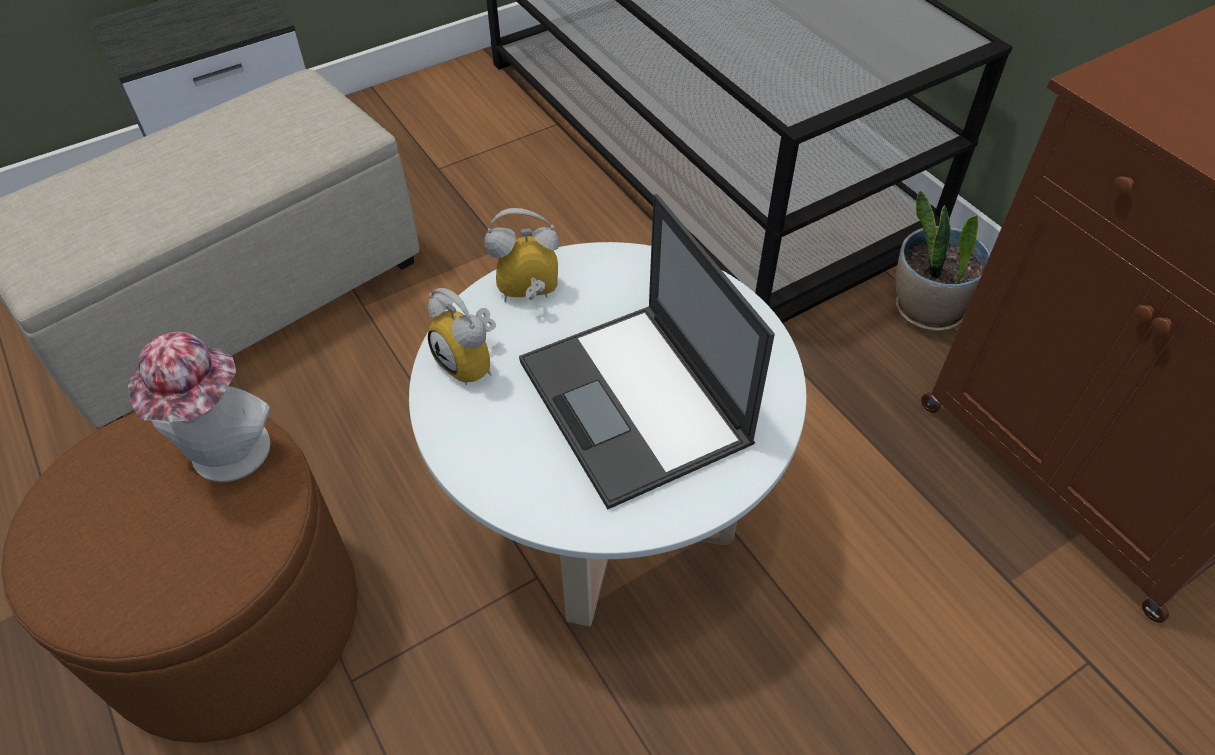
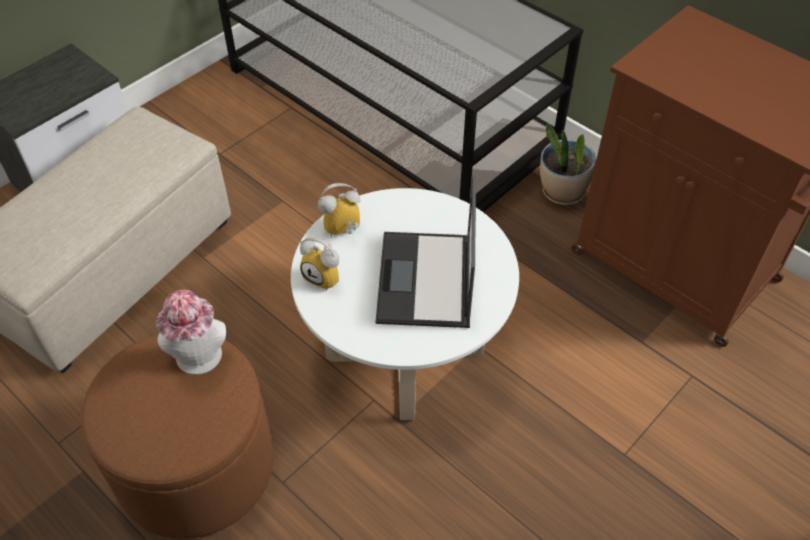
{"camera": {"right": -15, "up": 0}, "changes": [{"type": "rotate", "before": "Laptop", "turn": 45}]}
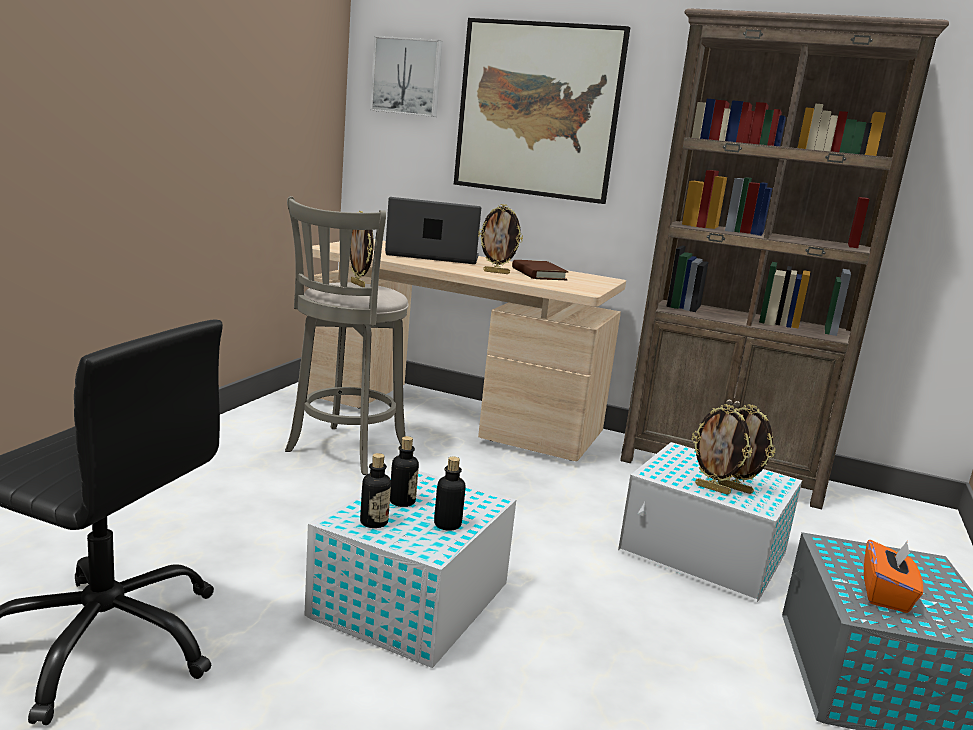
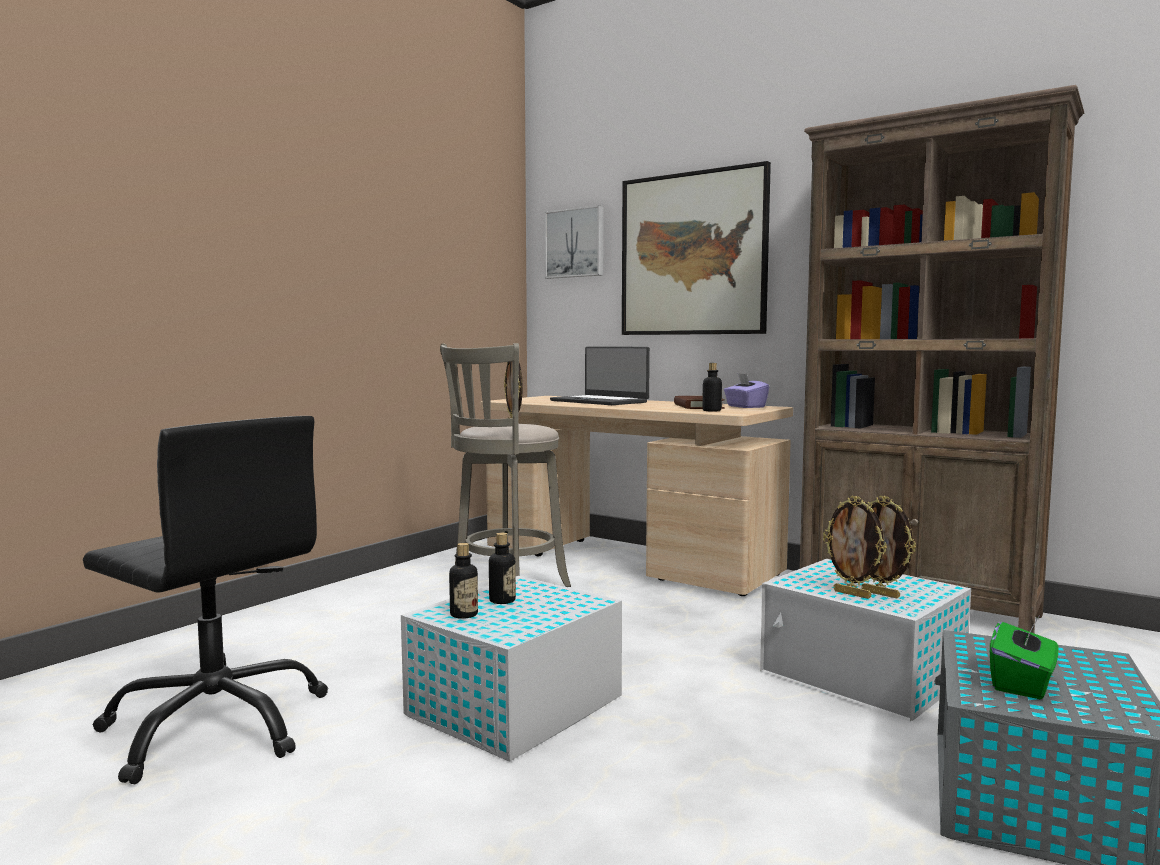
{"camera": {"right": 15, "up": -10}, "changes": [{"type": "rotate", "before": "Laptop", "turn": -150}, {"type": "delete", "before": "Bilderrahmen (2nd from left)"}, {"type": "move", "before": "Flasche (3rd from left)"}, {"type": "recolor", "before": "Taschentuchbox [orange]", "after": "Taschentuchbox [grün]"}, {"type": "insert", "after": "Taschentuchbox [lila]"}]}
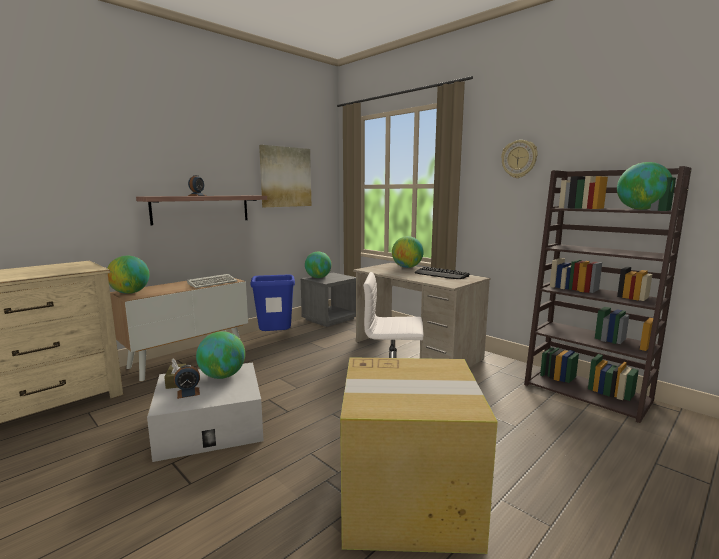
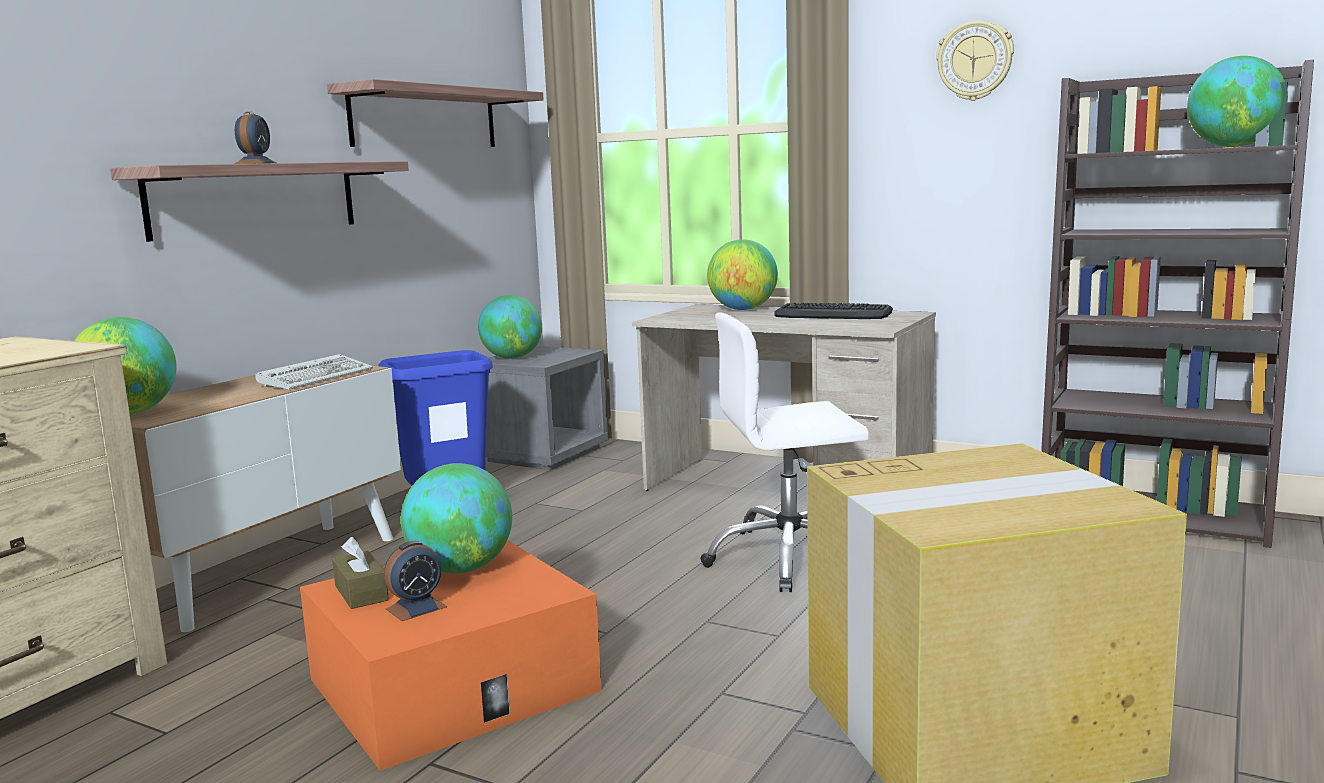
{"camera": {"right": -15, "up": 0}, "changes": [{"type": "replace", "before": "Bild", "after": "Wandregal (2nd from left)"}, {"type": "recolor", "before": "Aufbewahrungsbox [weiß]", "after": "Aufbewahrungsbox [orange]"}]}
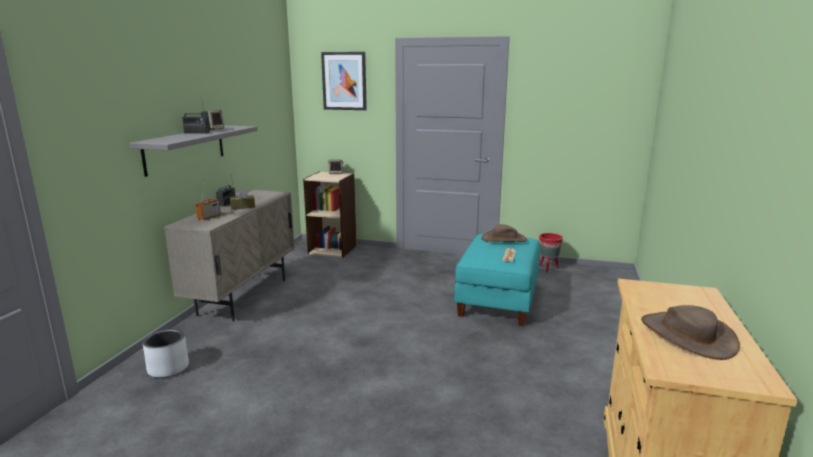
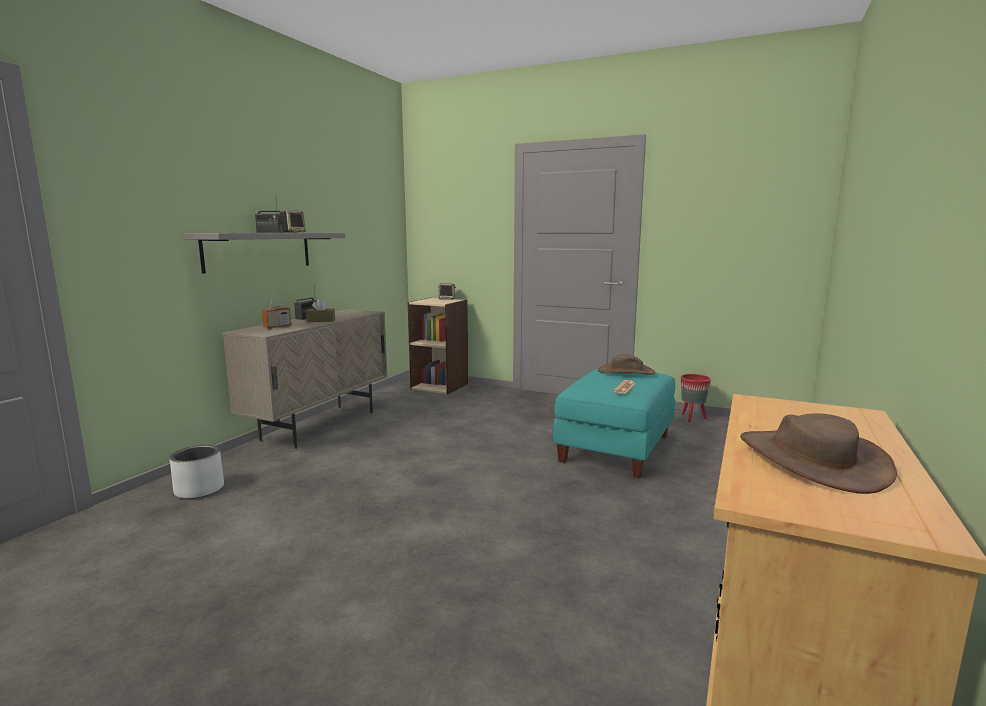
{"camera": {"right": 10, "up": -5}, "changes": [{"type": "delete", "before": "Bild"}]}
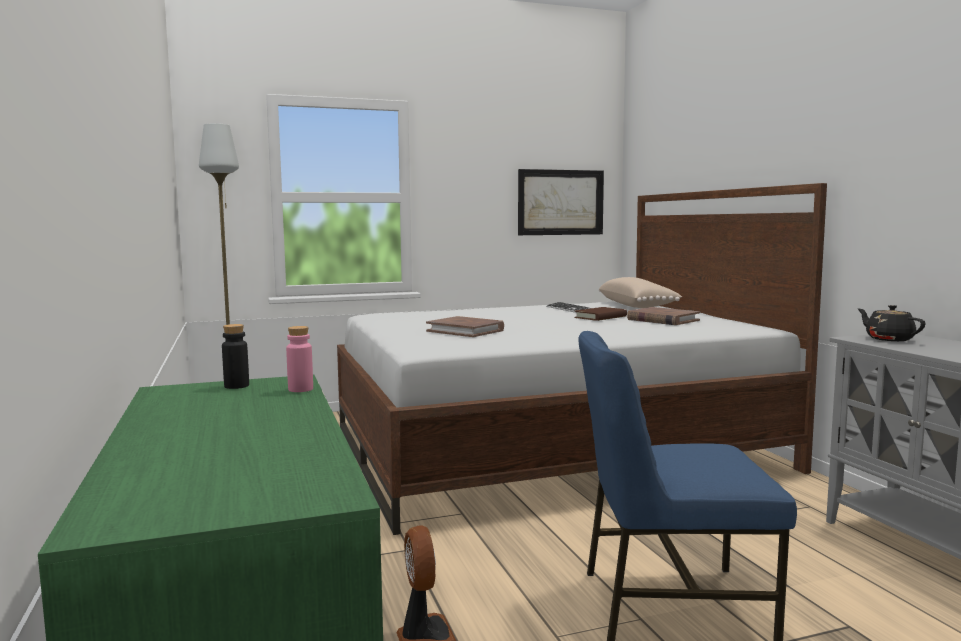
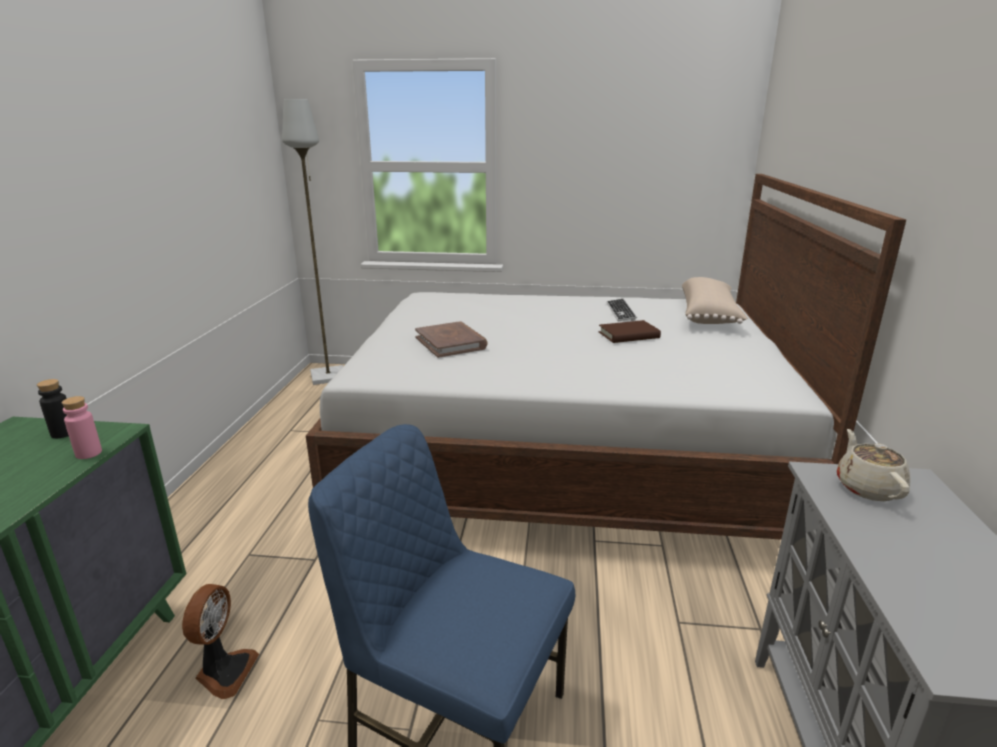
{"camera": {"right": 25, "up": 15}, "changes": [{"type": "delete", "before": "Bild"}, {"type": "recolor", "before": "Teekanne [schwarz]", "after": "Teekanne [beige]"}, {"type": "delete", "before": "Buch [braun] (3rd from left)"}]}
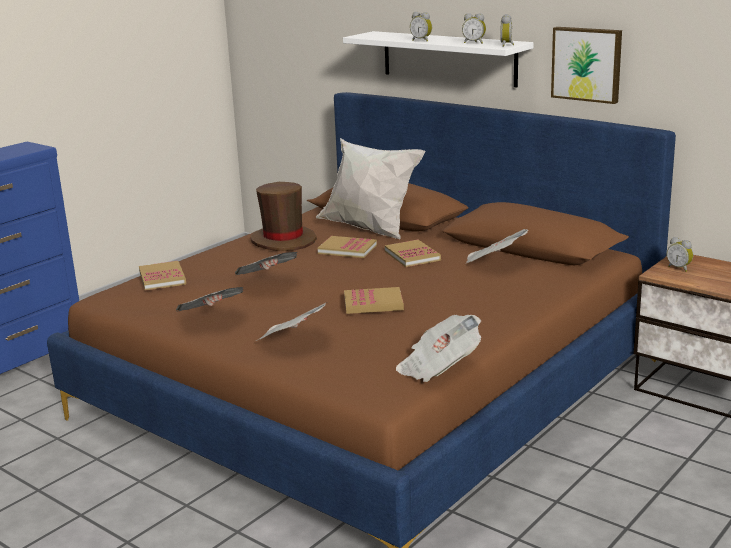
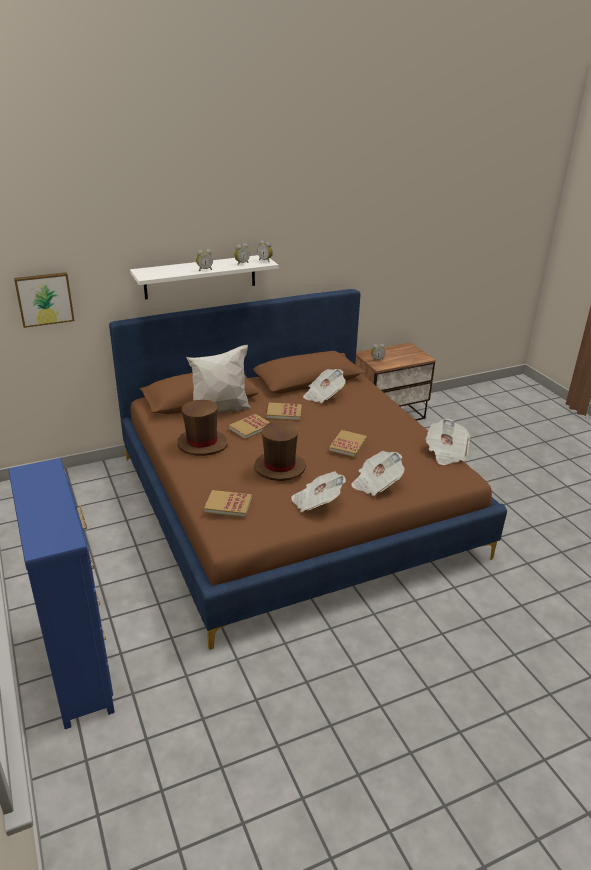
{"camera": {"right": -65, "up": 10}, "changes": [{"type": "move", "before": "Bild"}, {"type": "replace", "before": "Zeitung (2nd from left)", "after": "Hut [braun] (2nd from left)"}]}
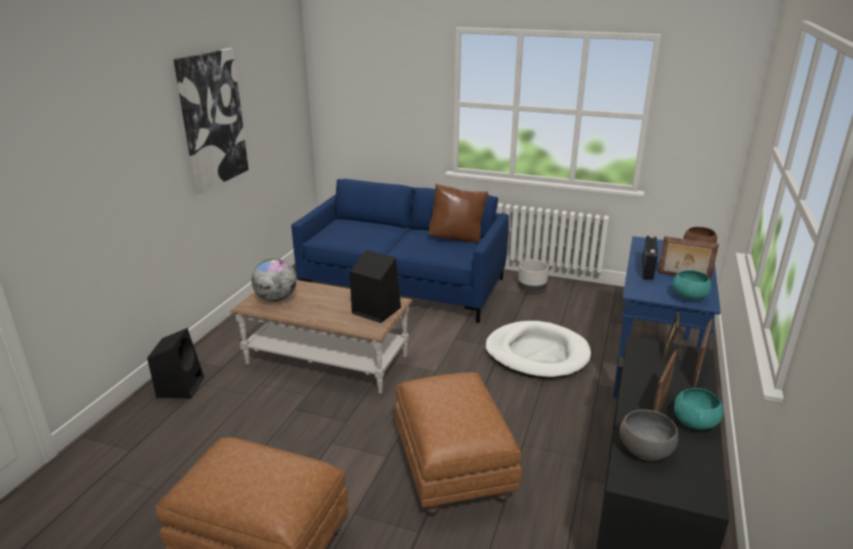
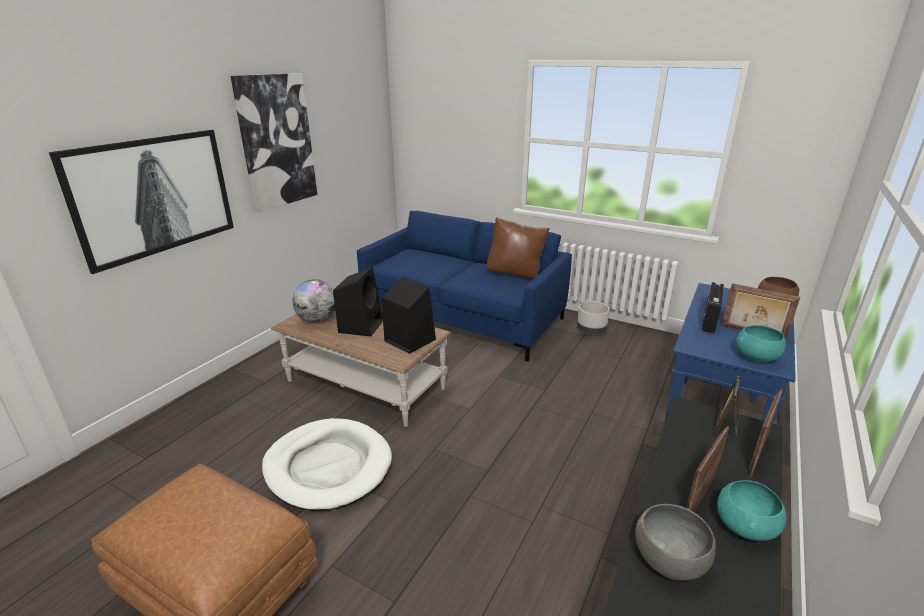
{"camera": {"right": 10, "up": 0}, "changes": [{"type": "move", "before": "Hundebett [weiß]"}, {"type": "move", "before": "Lautsprecher [schwarz] (1st from left)"}, {"type": "delete", "before": "Polsterhocker [braun] (2nd from left)"}, {"type": "insert", "after": "Bild (1st from left)"}]}
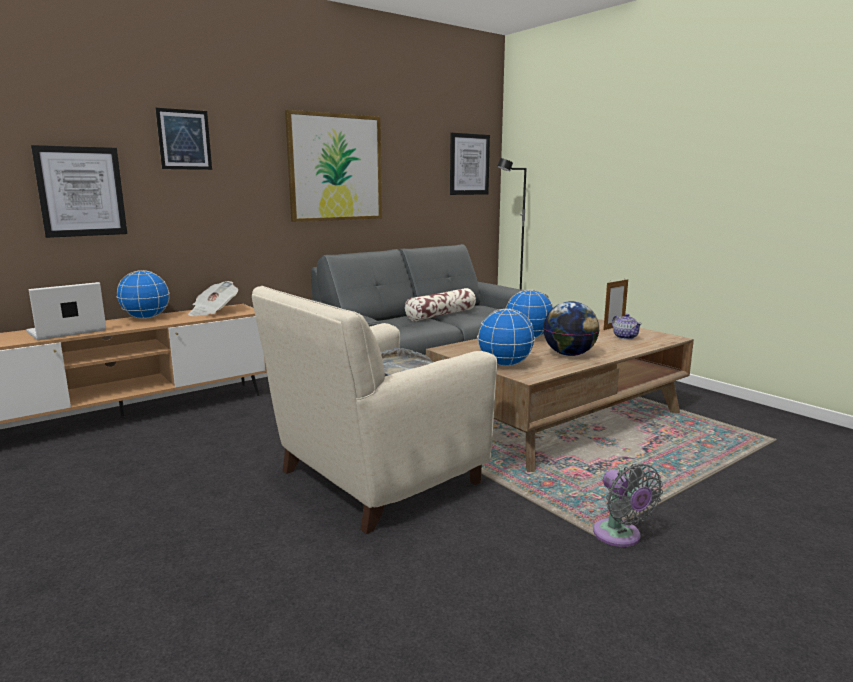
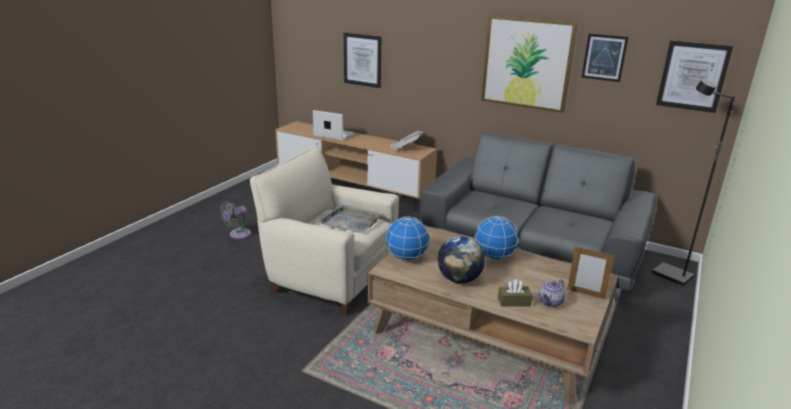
{"camera": {"right": 65, "up": 10}, "changes": [{"type": "move", "before": "Bild (2nd from left in the first image)", "after": "Bild (3rd from left)"}, {"type": "delete", "before": "Globus (1st from left)"}, {"type": "delete", "before": "Kissen"}, {"type": "move", "before": "Ventilator [grau]"}, {"type": "insert", "after": "Taschentuchbox [braun]"}]}
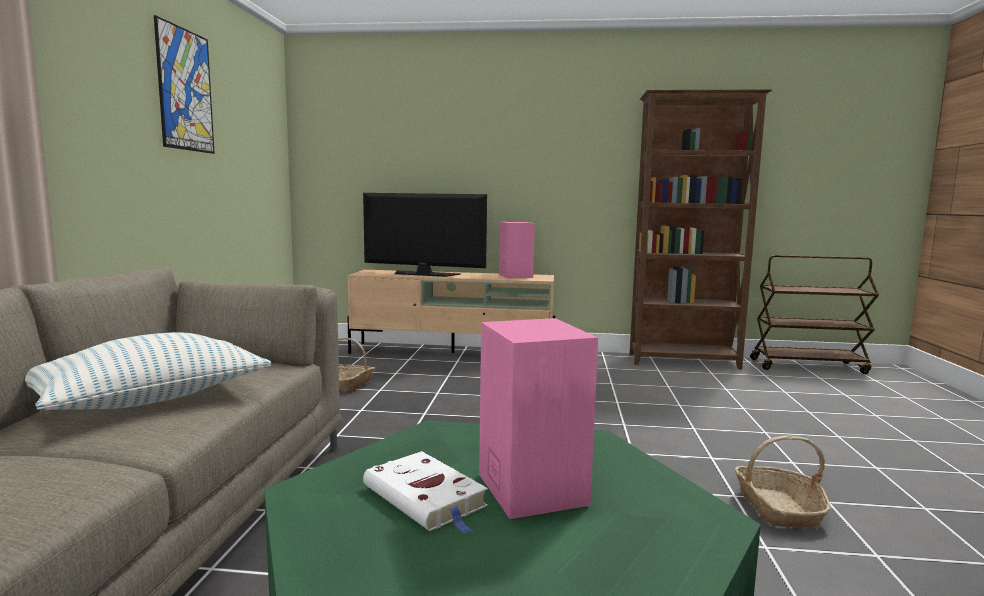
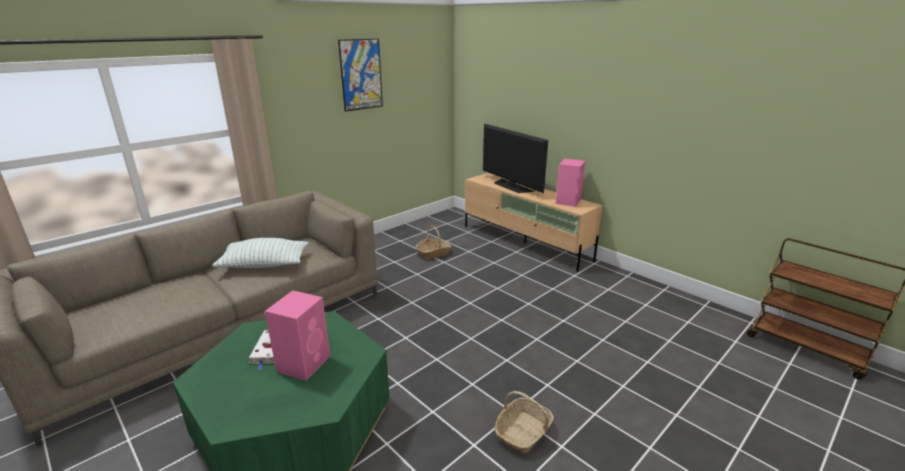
{"camera": {"right": 40, "up": 15}, "changes": [{"type": "delete", "before": "Bücherregal [braun]"}]}
